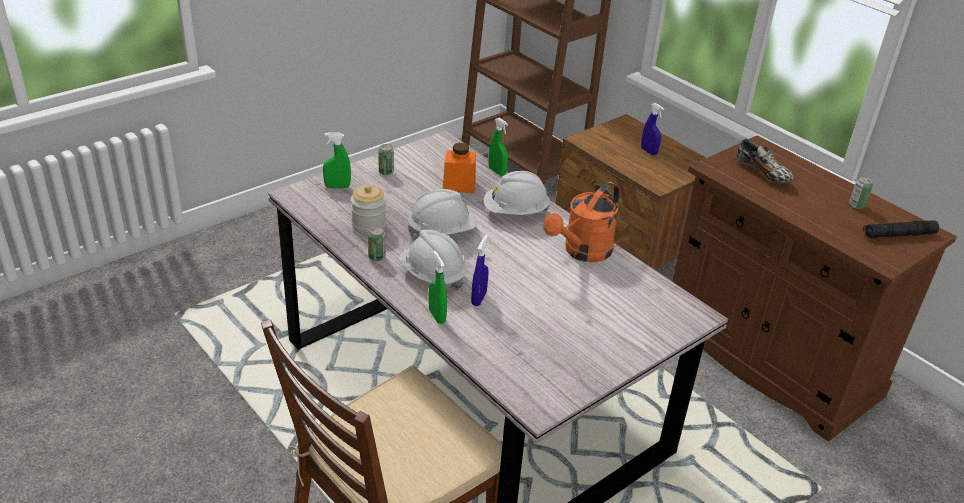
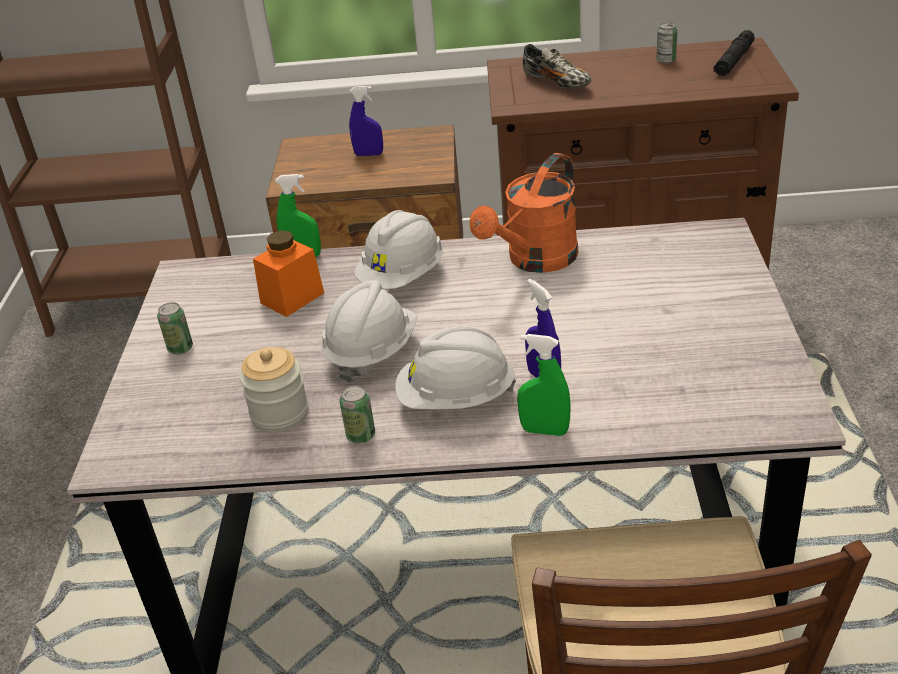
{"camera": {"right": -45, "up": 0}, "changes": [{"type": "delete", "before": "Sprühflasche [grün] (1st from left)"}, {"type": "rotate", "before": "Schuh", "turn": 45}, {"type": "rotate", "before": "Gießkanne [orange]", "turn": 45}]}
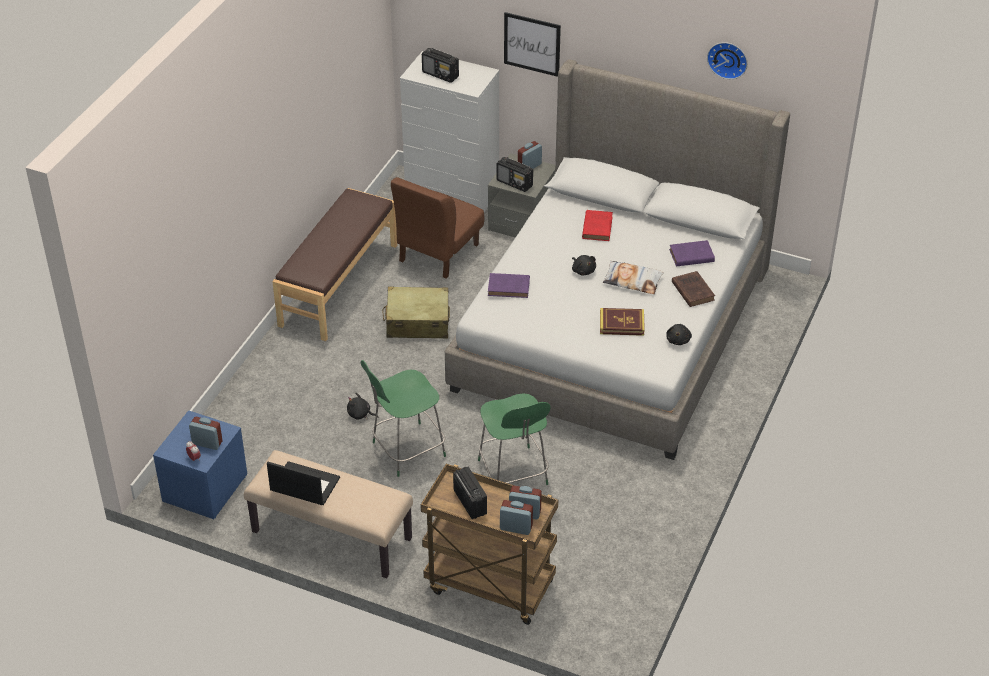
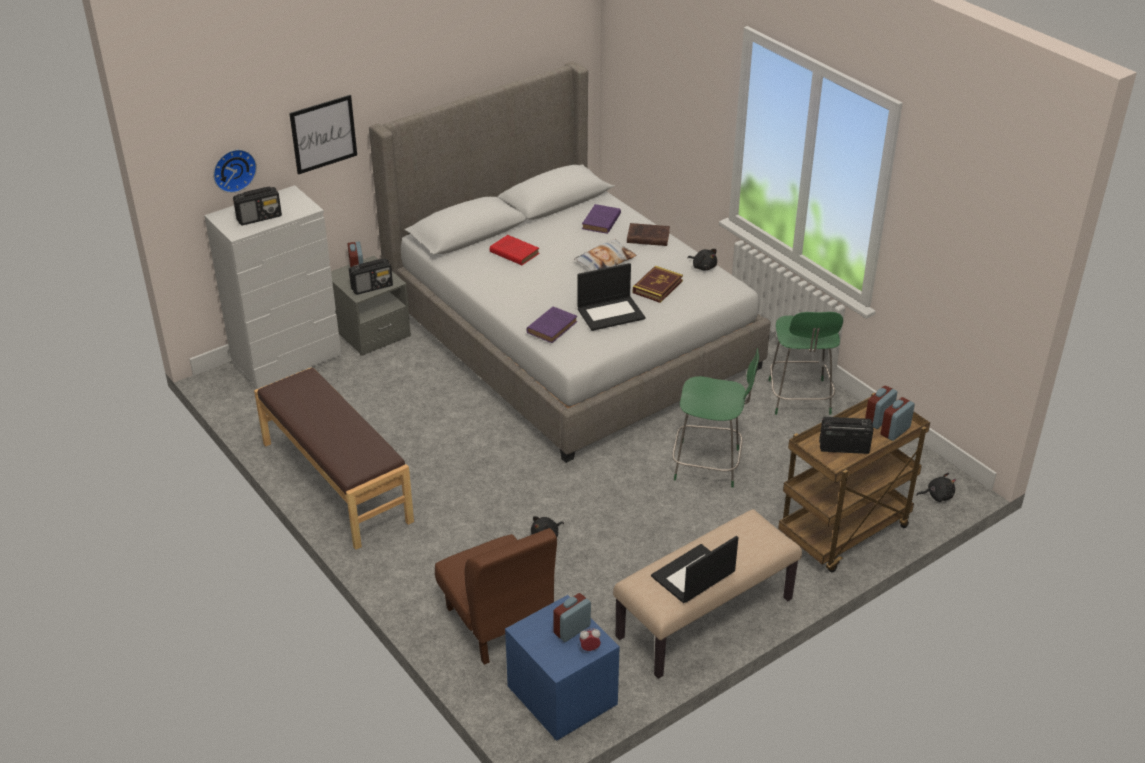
{"camera": {"right": -60, "up": -5}, "changes": [{"type": "move", "before": "Wanduhr"}, {"type": "move", "before": "Stuhl [braun]"}, {"type": "move", "before": "Plüschtier [schwarz] (2nd from left in the first image)", "after": "Plüschtier [schwarz] (3rd from left)"}, {"type": "delete", "before": "Koffer [beige]"}, {"type": "move", "before": "Stuhl [grün] (1st from left in the first image)", "after": "Stuhl [grün] (2nd from left)"}, {"type": "insert", "after": "Laptop (1st from left)"}]}
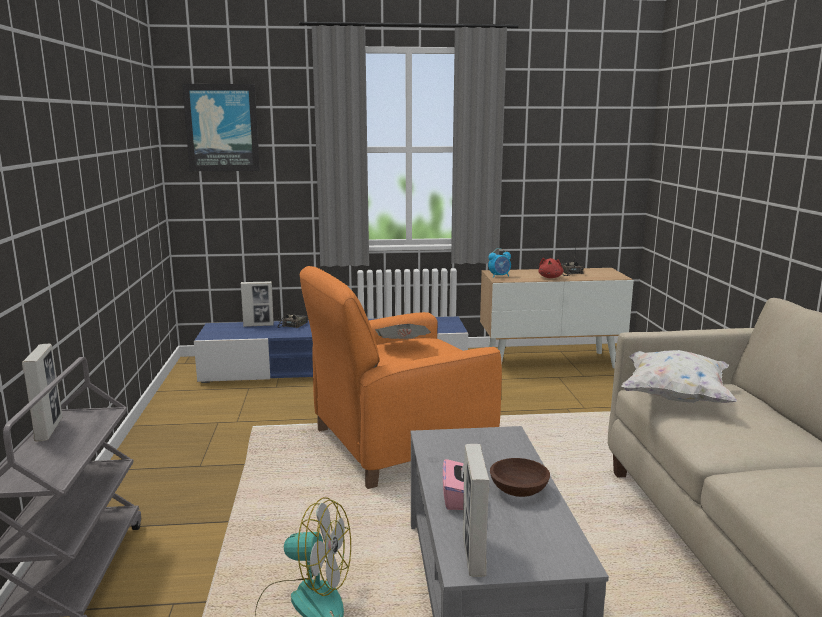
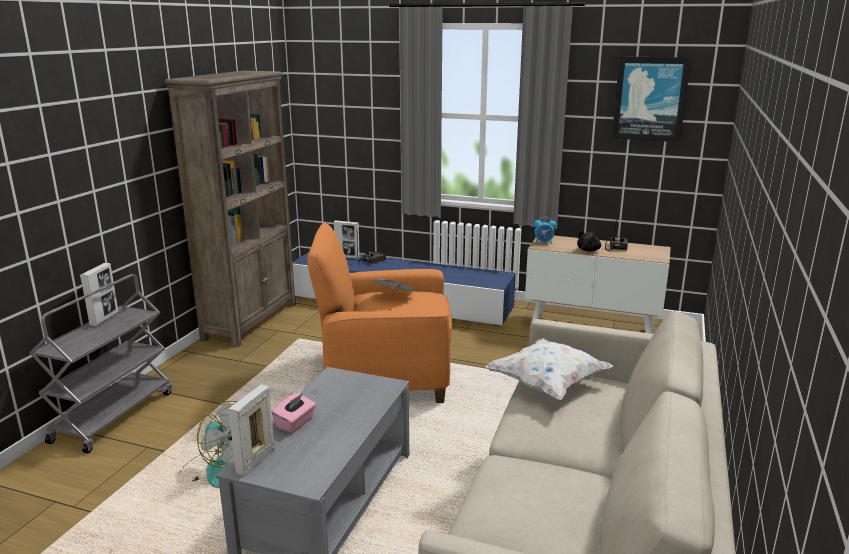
{"camera": {"right": 25, "up": 5}, "changes": [{"type": "move", "before": "Bild"}, {"type": "recolor", "before": "Plüschtier [rot]", "after": "Plüschtier [schwarz]"}, {"type": "delete", "before": "Schüssel [braun]"}, {"type": "insert", "after": "Bücherregal [braun]"}]}
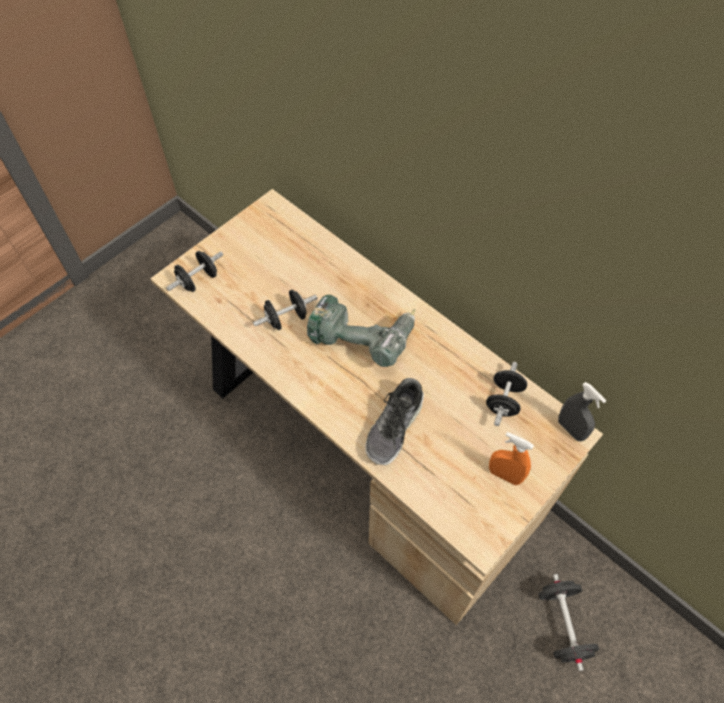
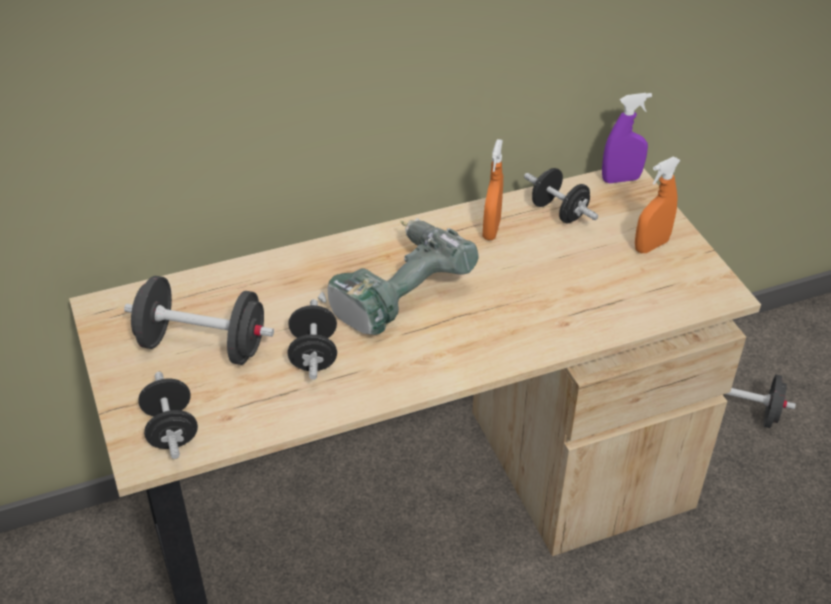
{"camera": {"right": -65, "up": -15}, "changes": [{"type": "delete", "before": "Schuh"}, {"type": "recolor", "before": "Sprühflasche [grau]", "after": "Sprühflasche [lila]"}, {"type": "insert", "after": "Sprühflasche [orange] (1st from left)"}, {"type": "insert", "after": "Hantel [schwarz] (2nd from left)"}]}
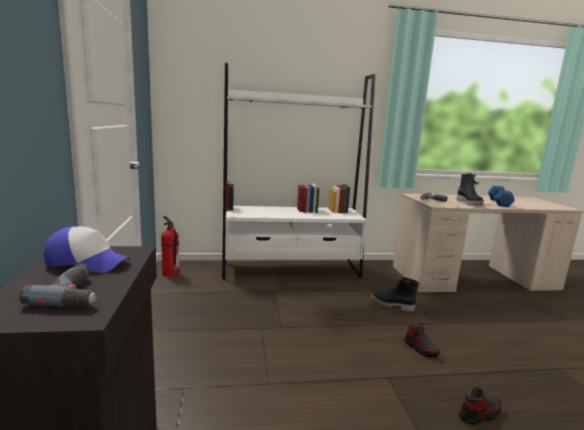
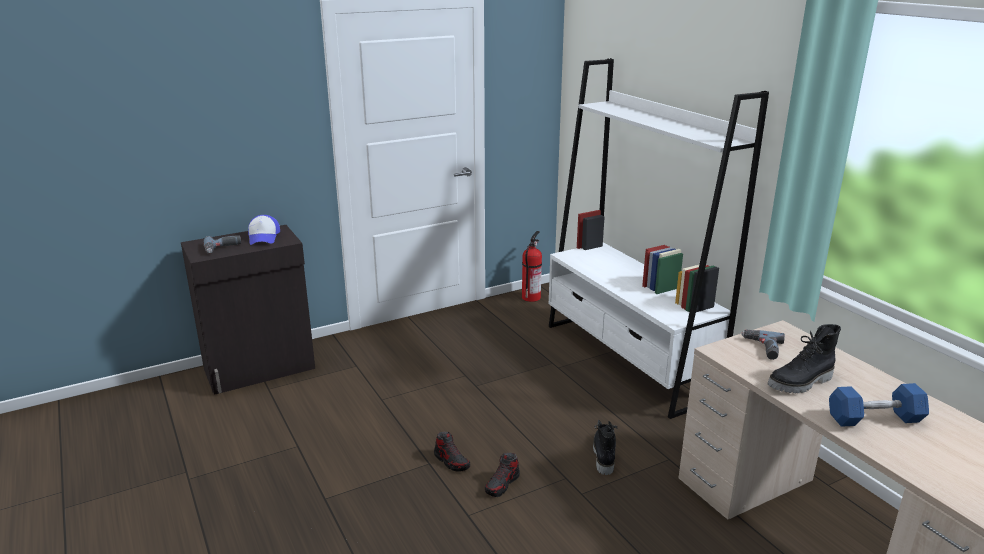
{"camera": {"right": 70, "up": 10}, "changes": [{"type": "move", "before": "Schuh (2nd from left in the first image)", "after": "Schuh (1st from left)"}]}
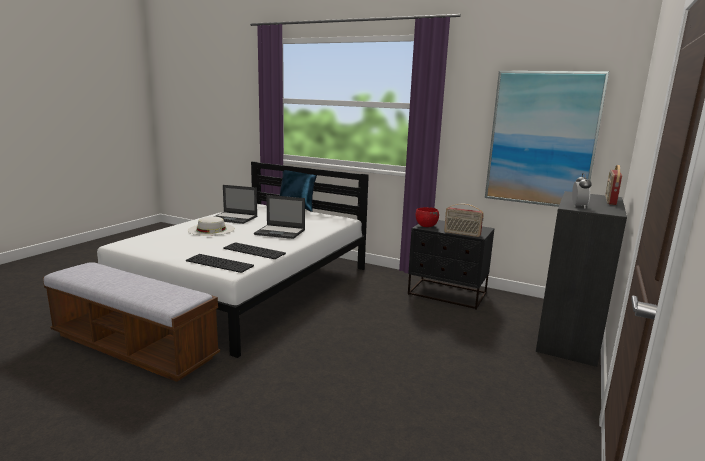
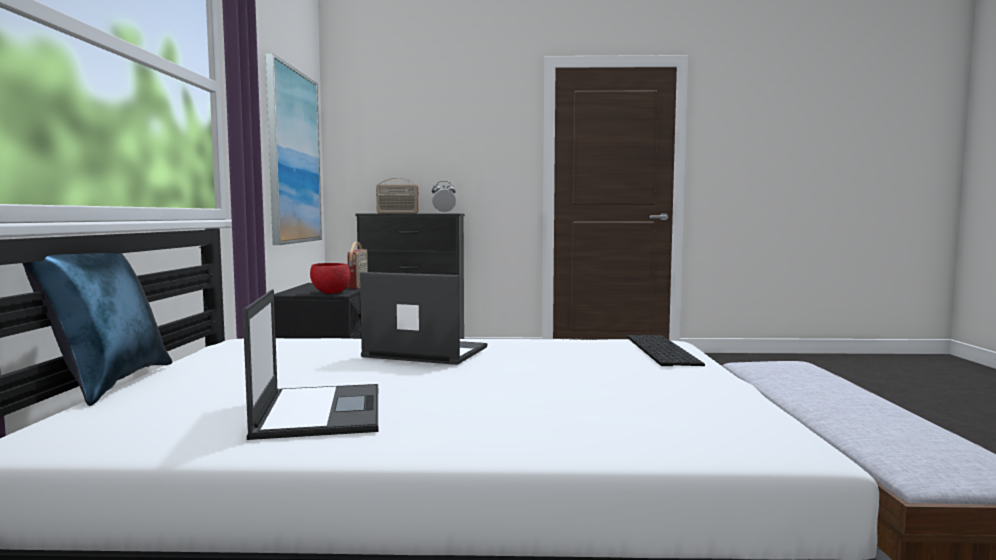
{"camera": {"right": -115, "up": -10}, "changes": [{"type": "rotate", "before": "Laptop (2nd from left)", "turn": -60}, {"type": "delete", "before": "Hut [weiß]"}, {"type": "delete", "before": "Tastatur (2nd from left)"}]}
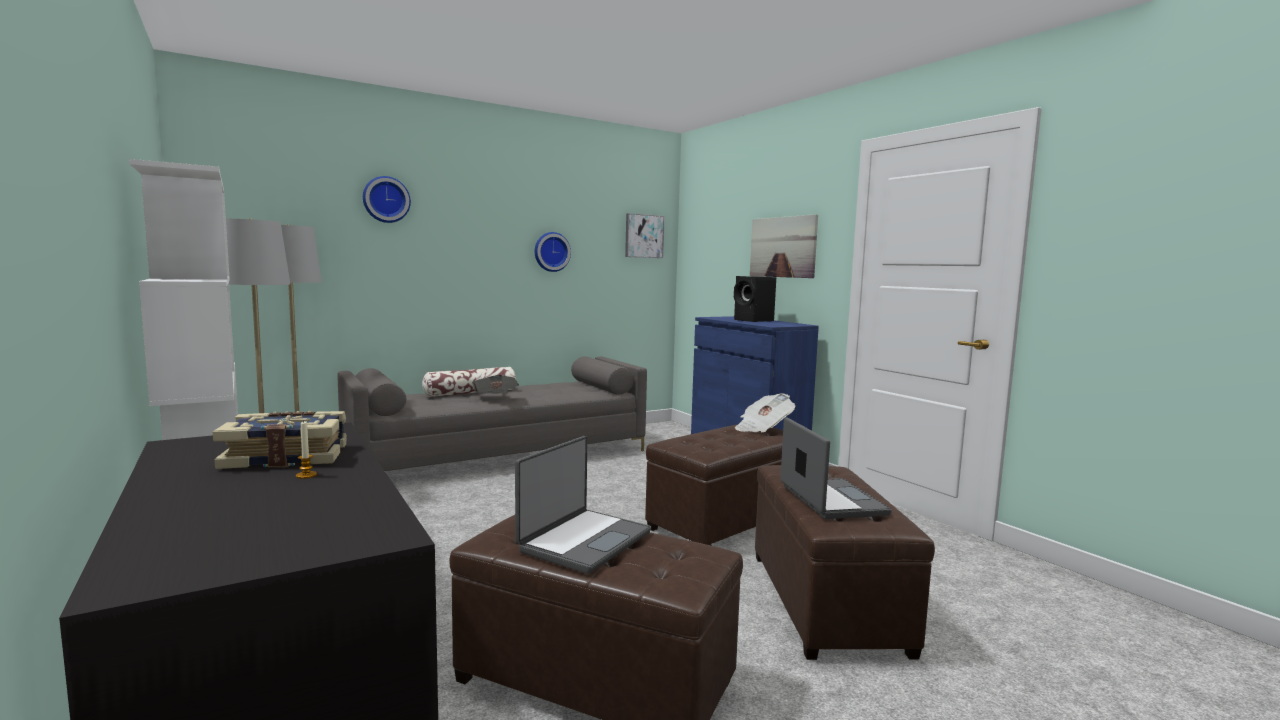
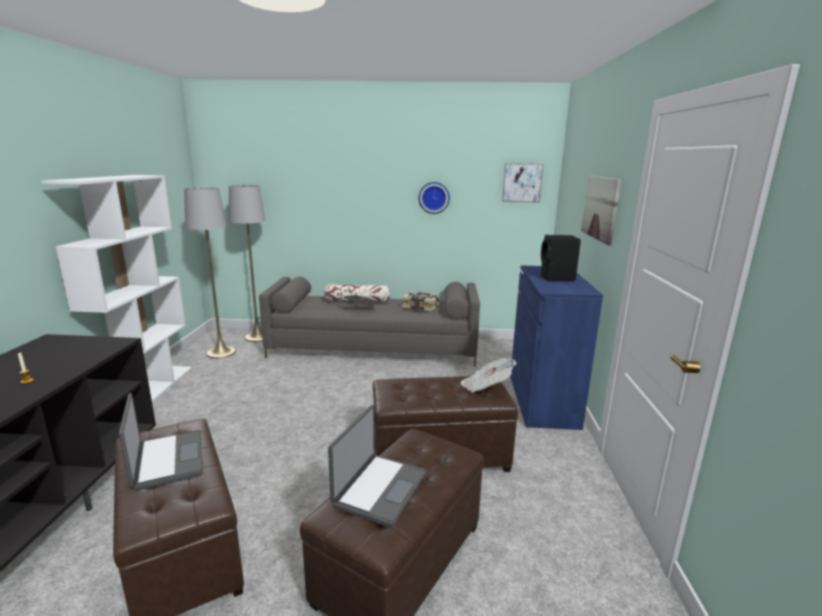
{"camera": {"right": 35, "up": 10}, "changes": [{"type": "delete", "before": "Wanduhr (1st from left)"}, {"type": "move", "before": "Buch"}, {"type": "rotate", "before": "Laptop (1st from left)", "turn": -90}]}
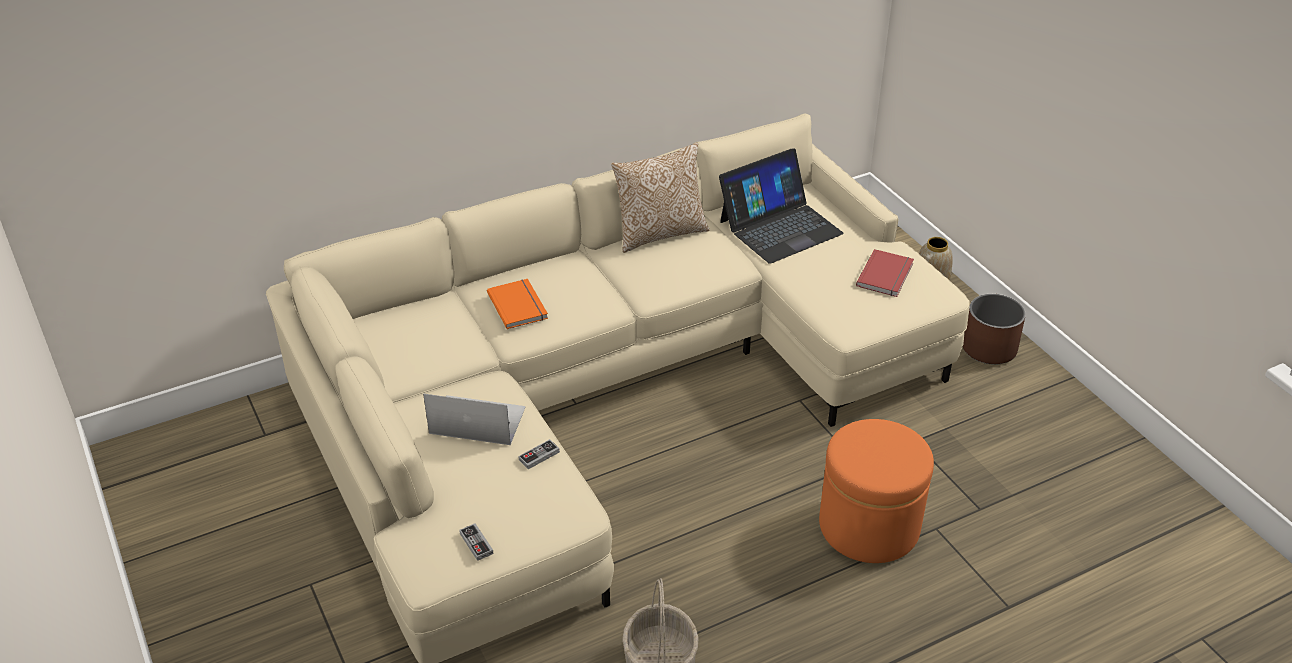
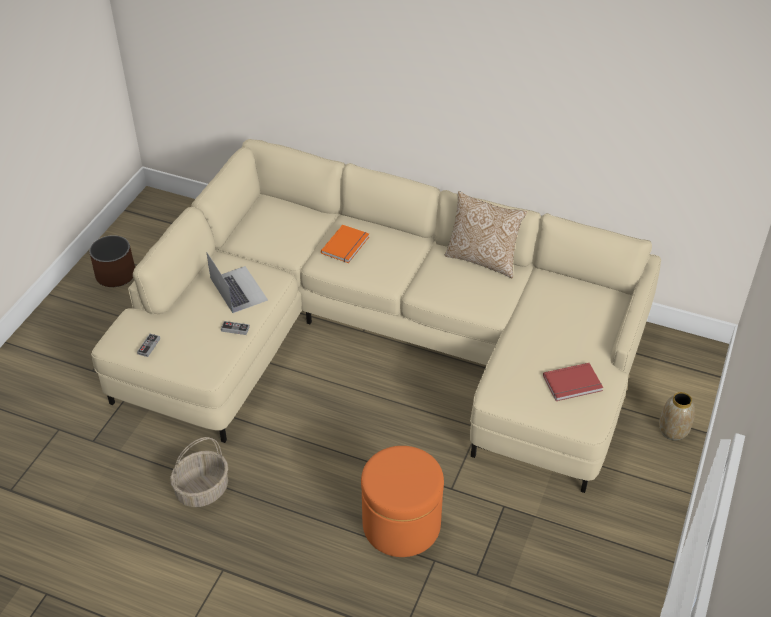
{"camera": {"right": 50, "up": 5}, "changes": [{"type": "delete", "before": "Laptop (2nd from left)"}, {"type": "move", "before": "Pflanzkübel [braun]"}]}
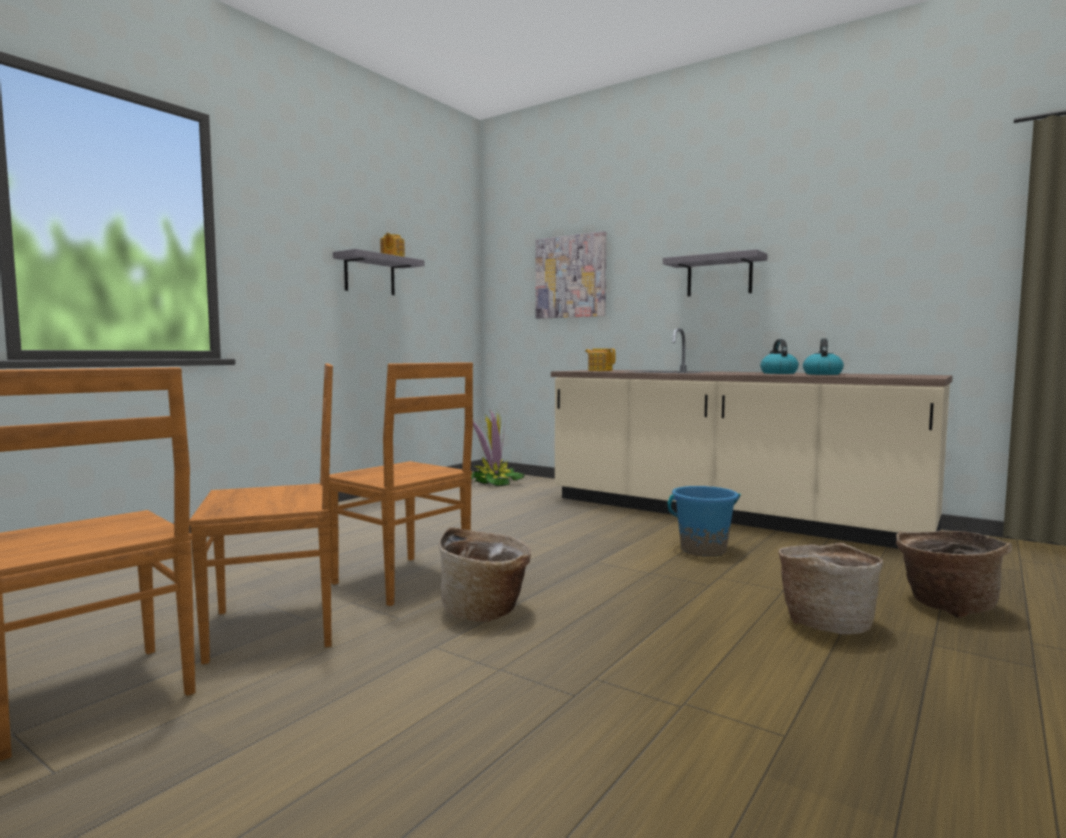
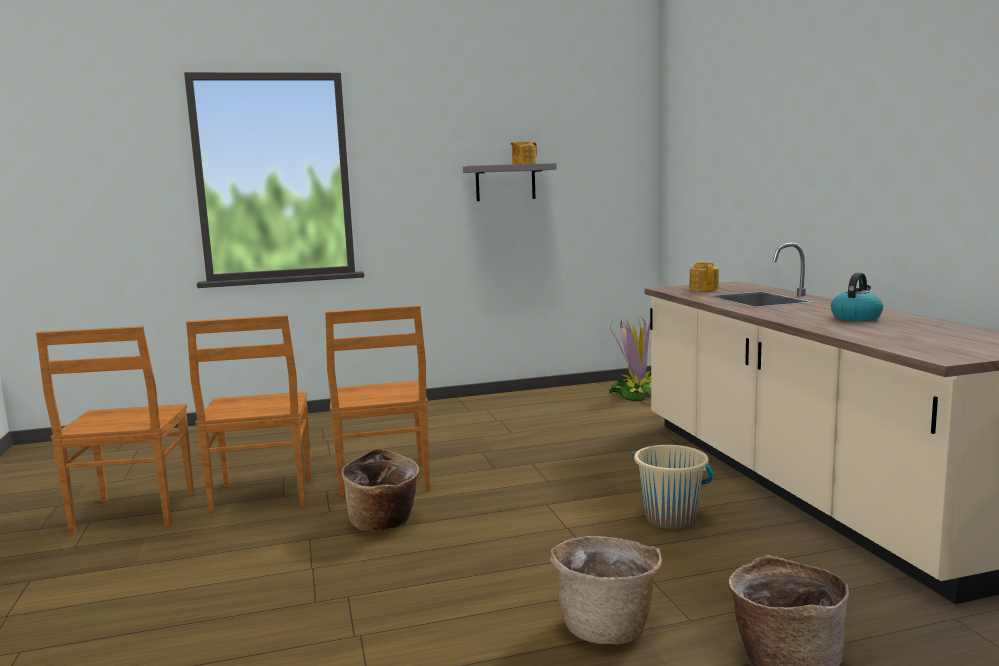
{"camera": {"right": 40, "up": 5}, "changes": [{"type": "delete", "before": "Bild"}, {"type": "delete", "before": "Wandregal [grau] (2nd from left)"}, {"type": "delete", "before": "Wasserkessel (2nd from left)"}, {"type": "rotate", "before": "Stuhl [braun] (2nd from left)", "turn": 60}, {"type": "recolor", "before": "Eimer [blau]", "after": "Eimer [beige]"}]}
